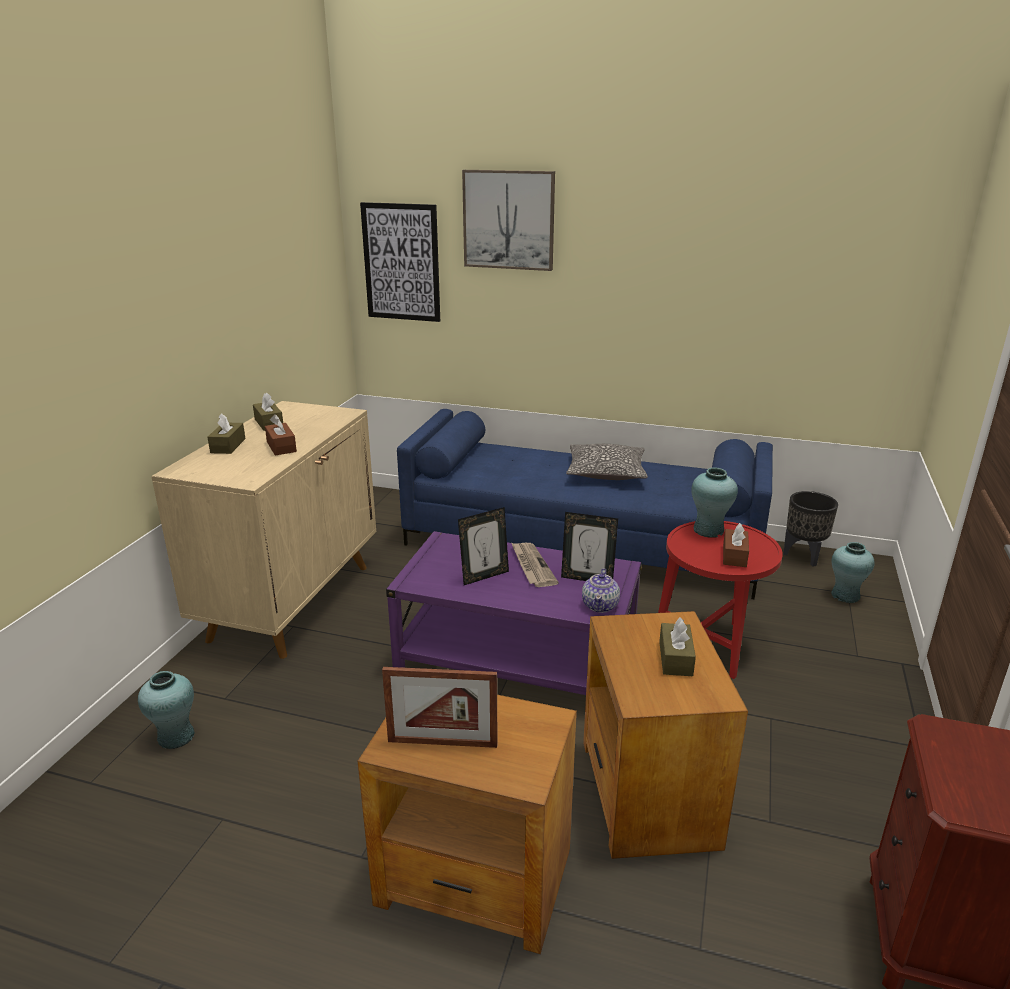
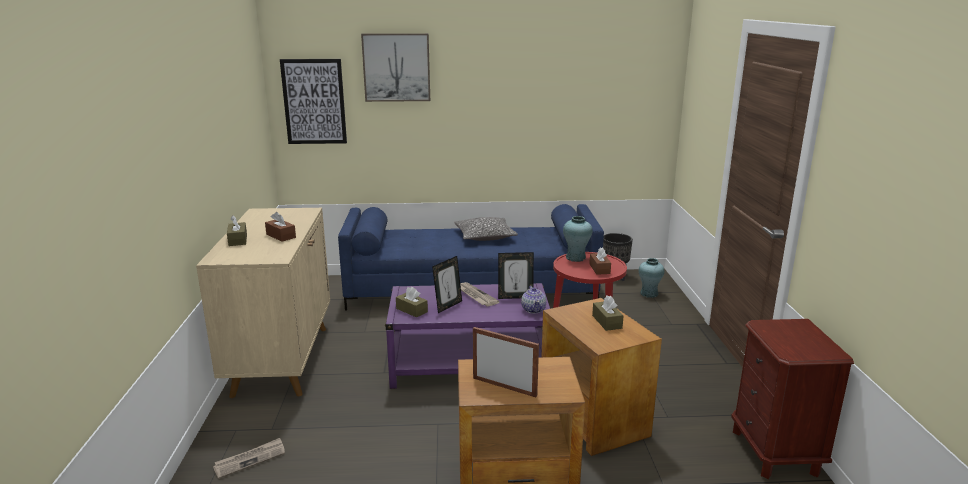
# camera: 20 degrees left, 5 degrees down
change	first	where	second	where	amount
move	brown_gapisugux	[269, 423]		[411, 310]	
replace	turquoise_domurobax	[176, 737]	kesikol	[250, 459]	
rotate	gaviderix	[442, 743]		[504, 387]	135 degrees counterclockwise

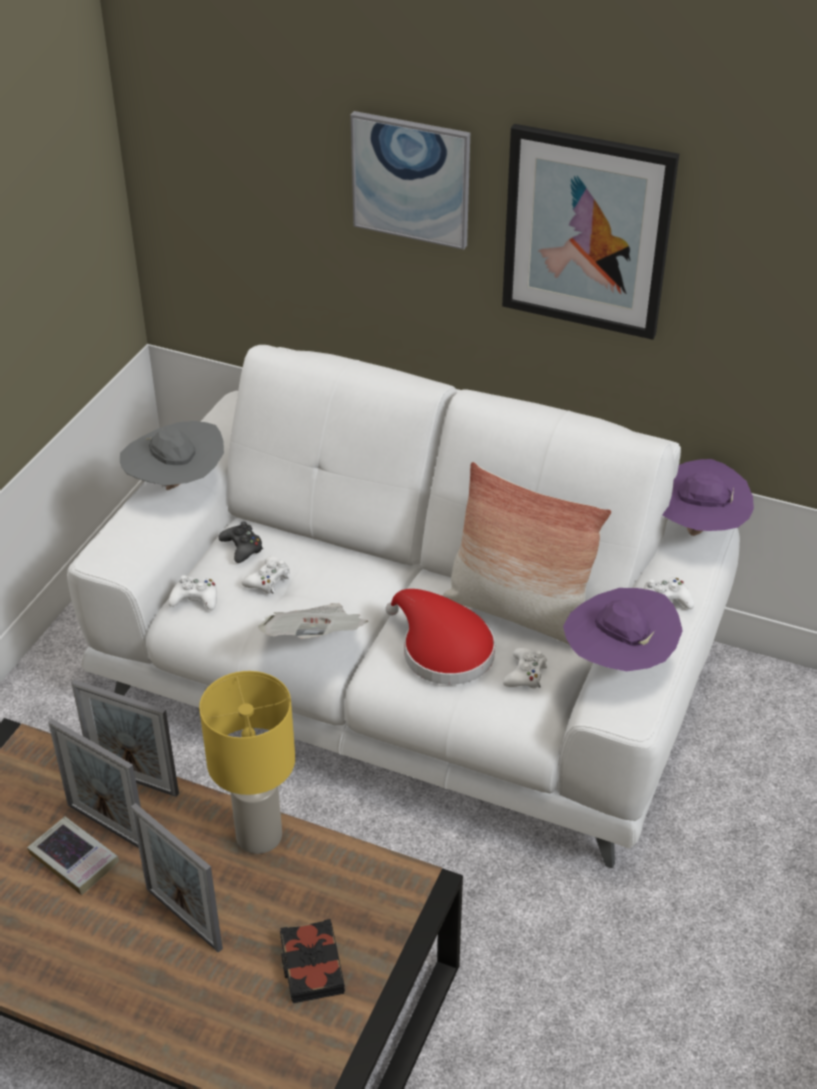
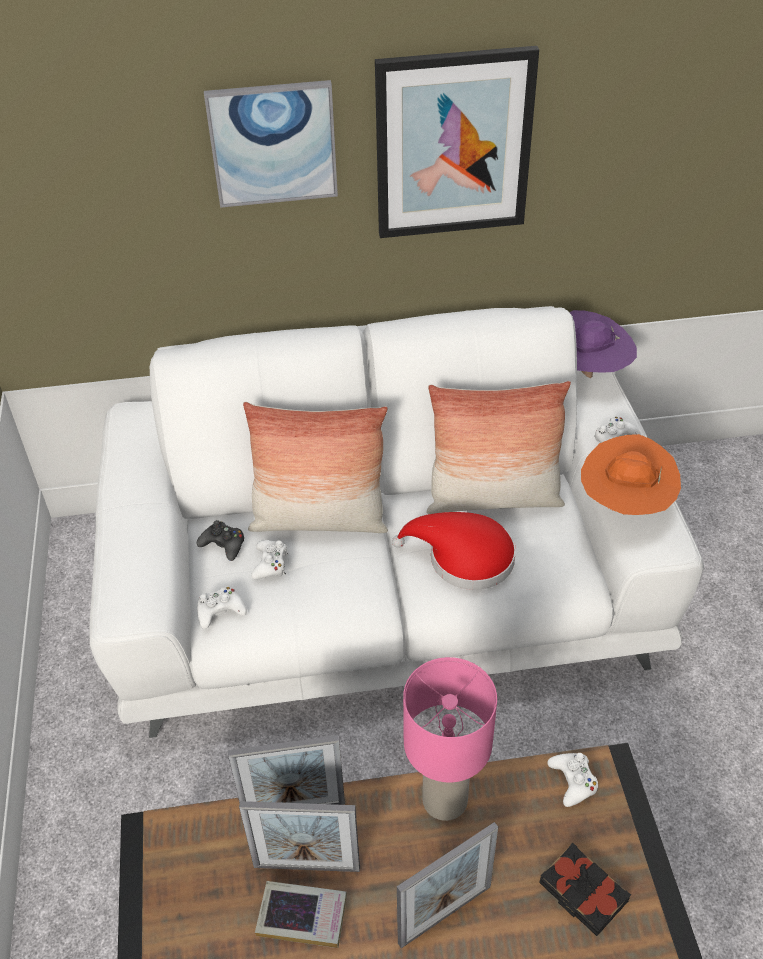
# camera: 30 degrees left, 5 degrees up
change	first	where	second	where	amount
delete	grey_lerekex	[176, 485]			
delete	kesikol	[315, 642]			
insert			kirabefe	[319, 519]	
move	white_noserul	[525, 674]		[573, 781]	
recolor	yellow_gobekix	[258, 835]	pink_gobekix	[443, 800]	
recolor	purple_lerekex	[617, 662]	orange_lerekex	[624, 505]	
rotate	gaviderix	[183, 918]		[445, 914]	45 degrees counterclockwise

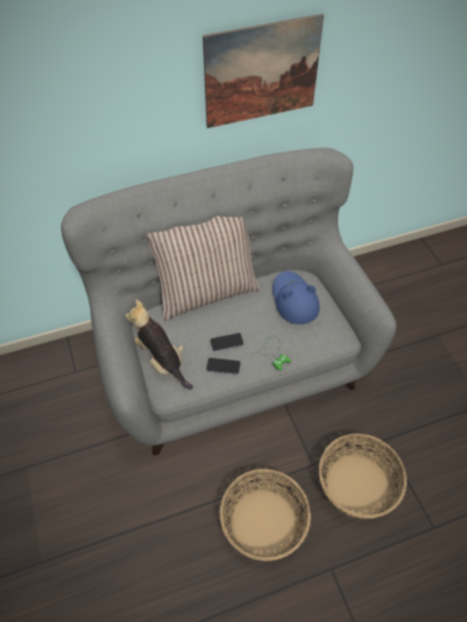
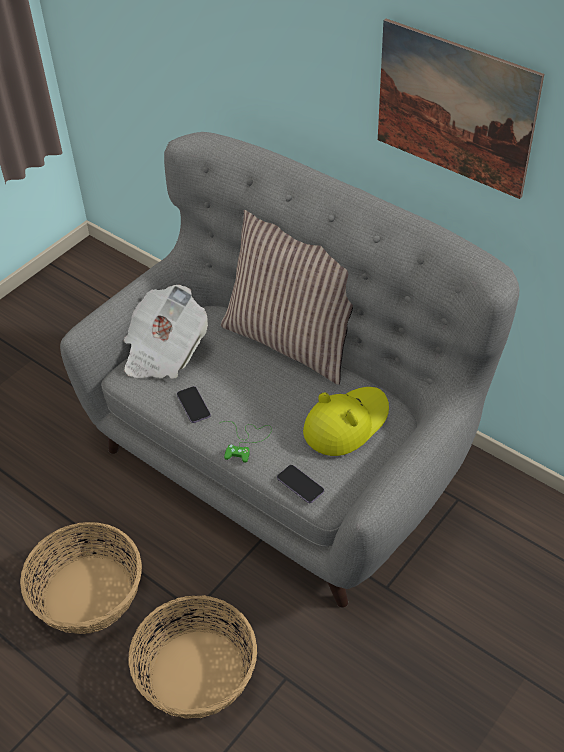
# camera: 60 degrees right, 5 degrees down
change	first	where	second	where	amount
move	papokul	[226, 342]		[300, 485]	
replace	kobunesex	[162, 360]	kesikol	[164, 351]	
recolor	blue_lerekex	[294, 300]	yellow_lerekex	[346, 423]	

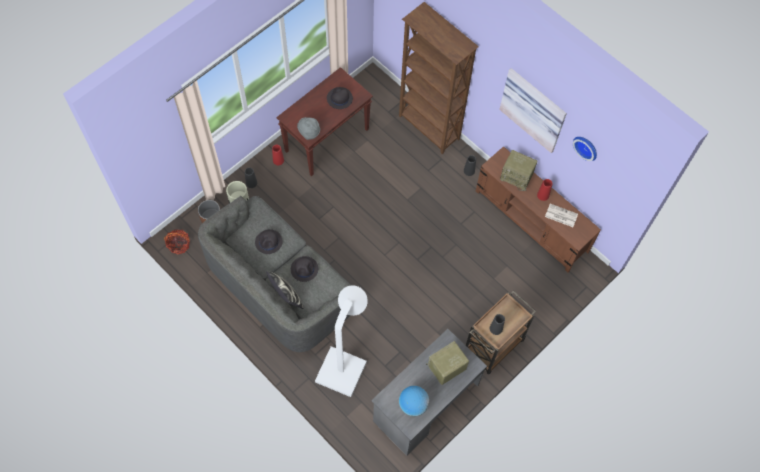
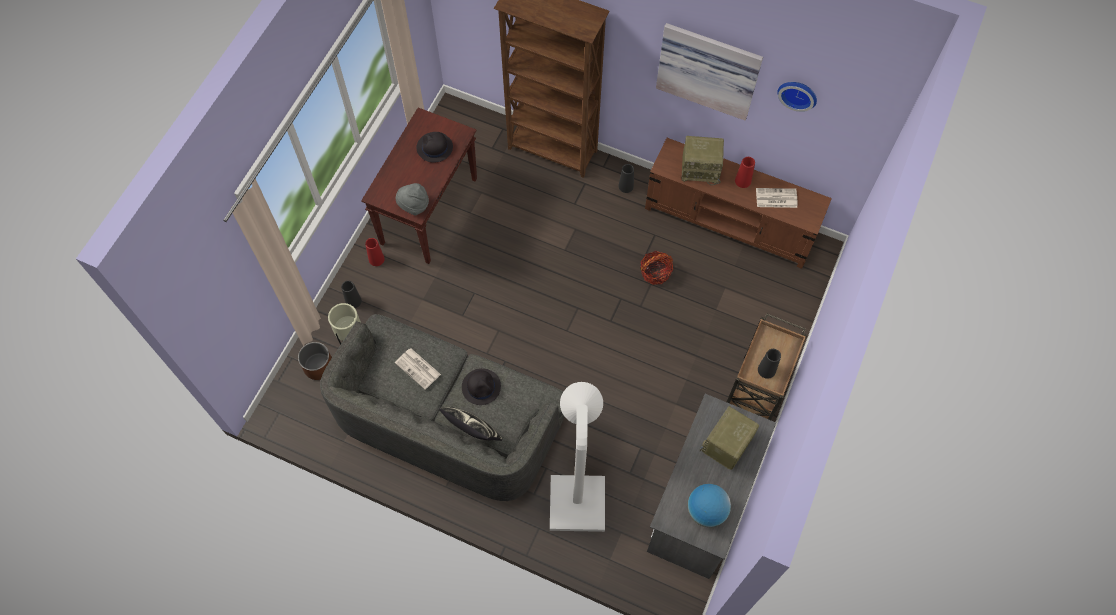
# camera: 20 degrees left, 0 degrees up
change	first	where	second	where	amount
move	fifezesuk	[179, 245]		[655, 272]	
replace	black_lerekex	[269, 242]	kesikol	[418, 369]	

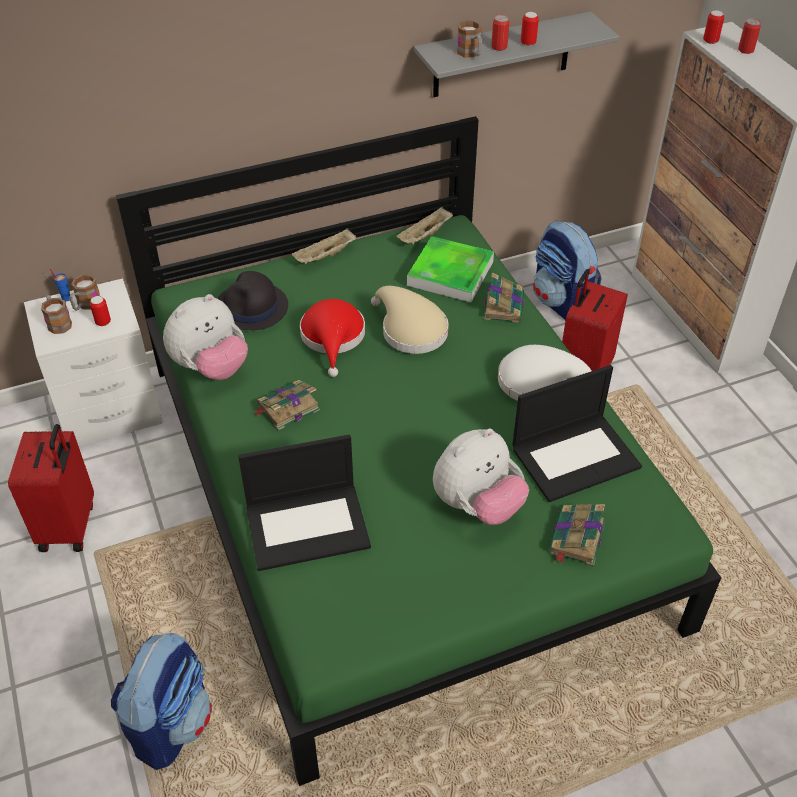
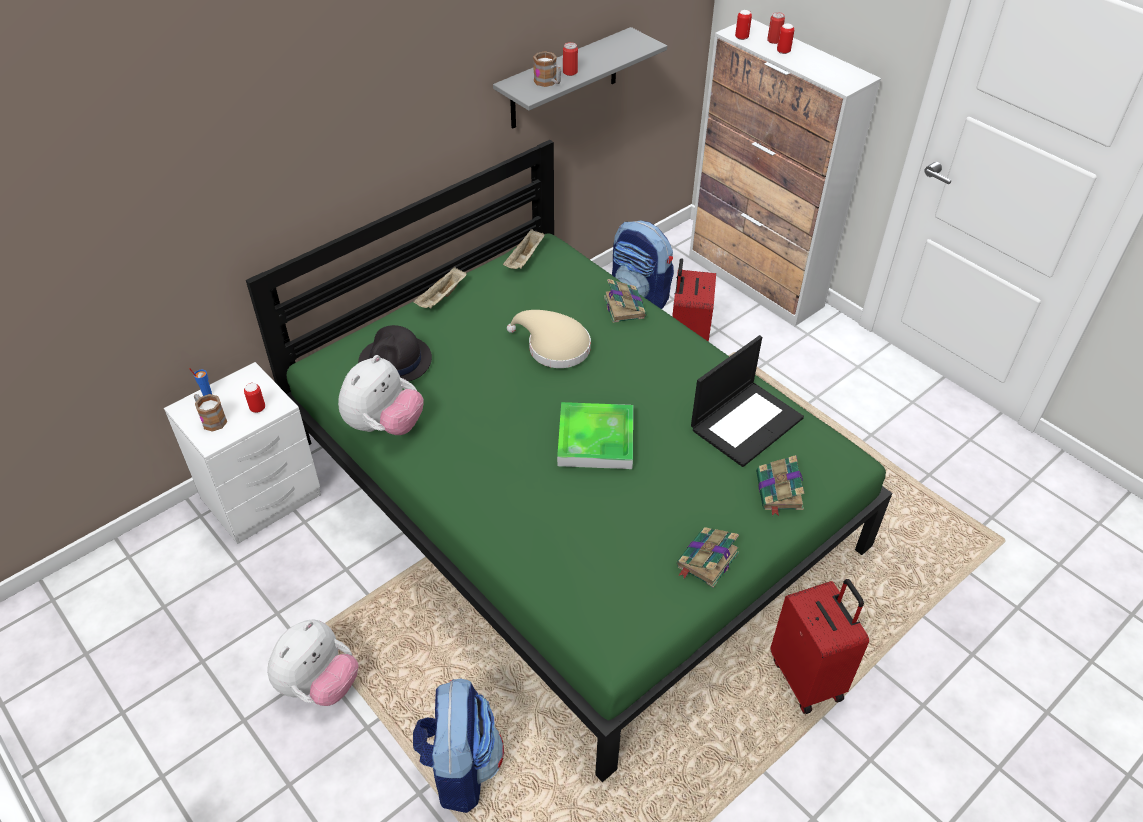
# camera: 20 degrees left, 0 degrees up
change	first	where	second	where	amount
delete	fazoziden	[86, 305]			
delete	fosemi	[308, 525]			
delete	red_lerekex	[333, 338]			
delete	white_lerekex	[538, 382]			
move	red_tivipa	[70, 526]		[808, 678]	
move	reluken	[287, 408]		[706, 561]	
move	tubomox	[450, 273]		[595, 439]	
move	kobunesex	[477, 505]		[319, 684]	
move	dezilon	[528, 43]		[783, 51]	

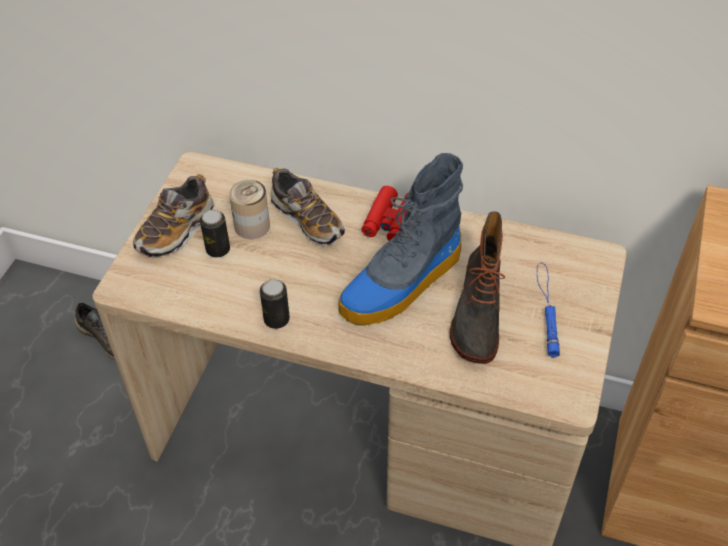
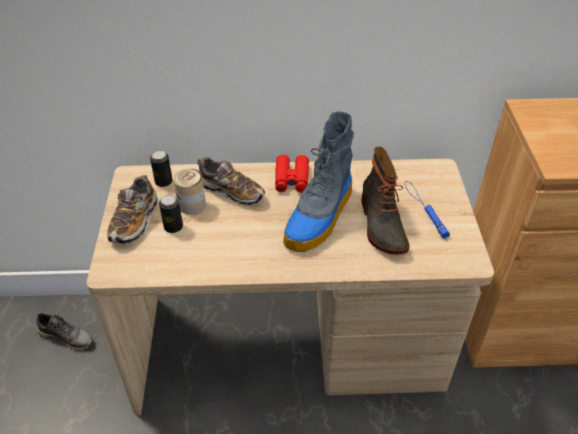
# camera: 20 degrees left, 5 degrees down
change	first	where	second	where	amount
move	dezilon	[276, 319]		[163, 182]	

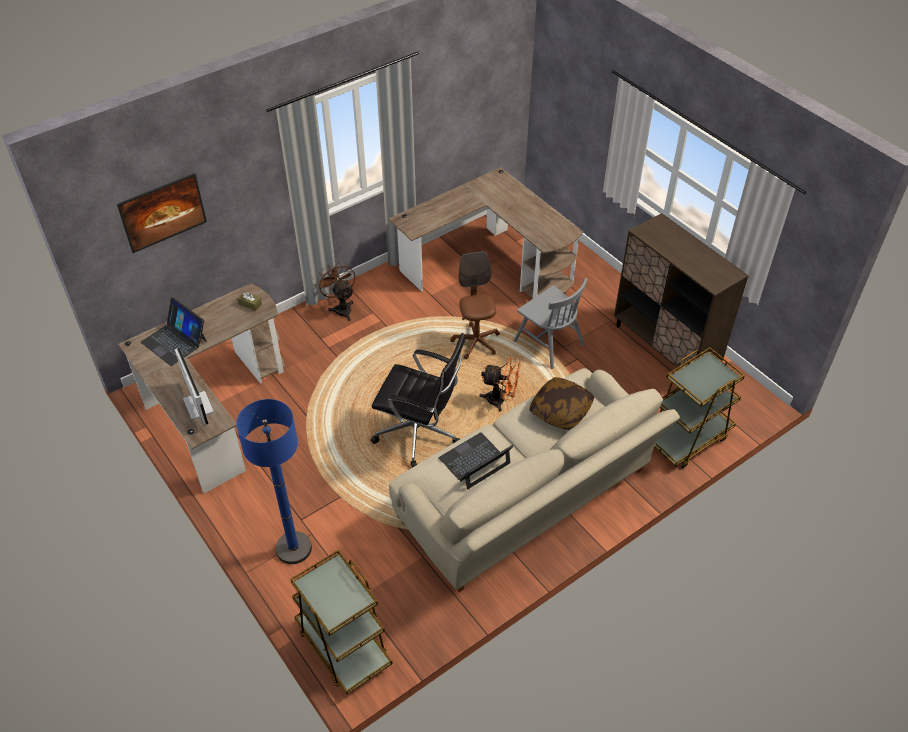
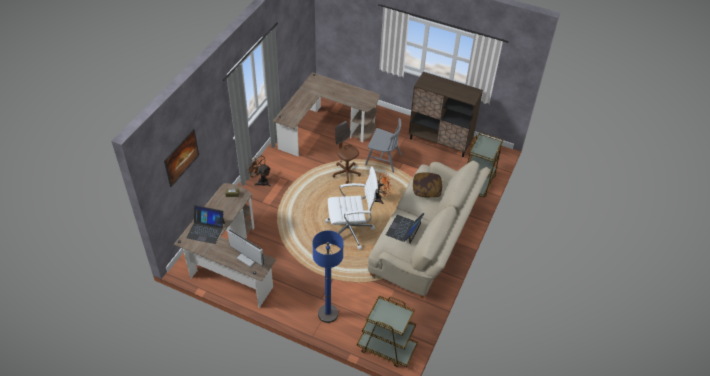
# camera: 30 degrees left, 0 degrees up
change	first	where	second	where	amount
recolor	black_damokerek	[420, 434]	white_damokerek	[350, 231]	

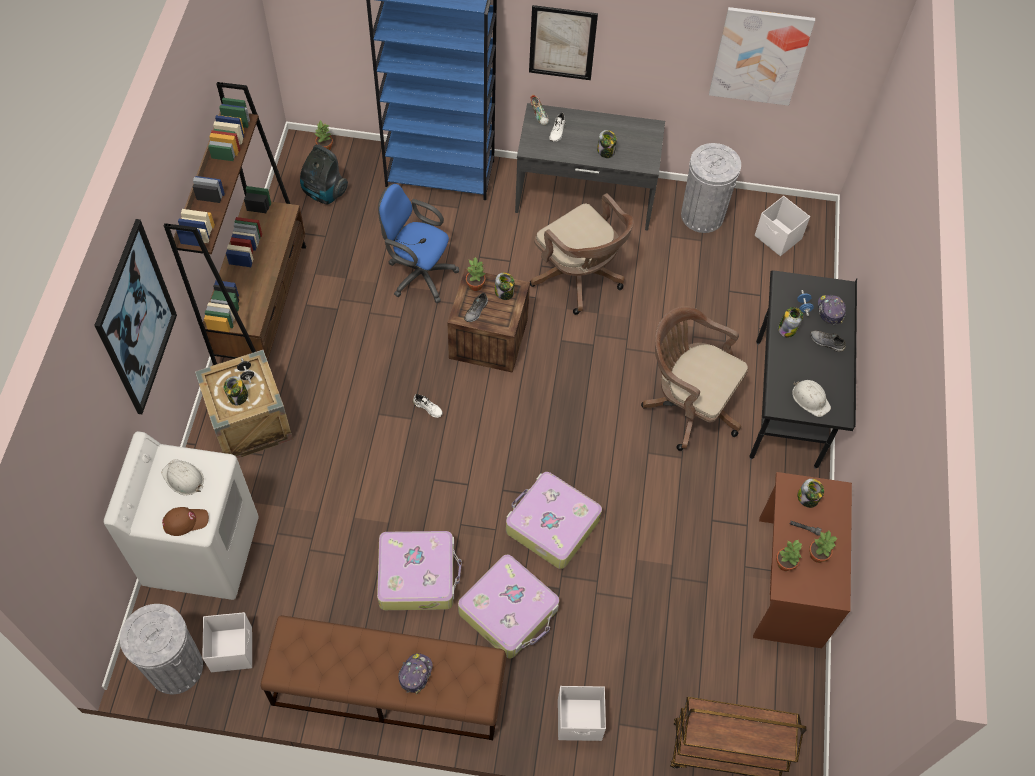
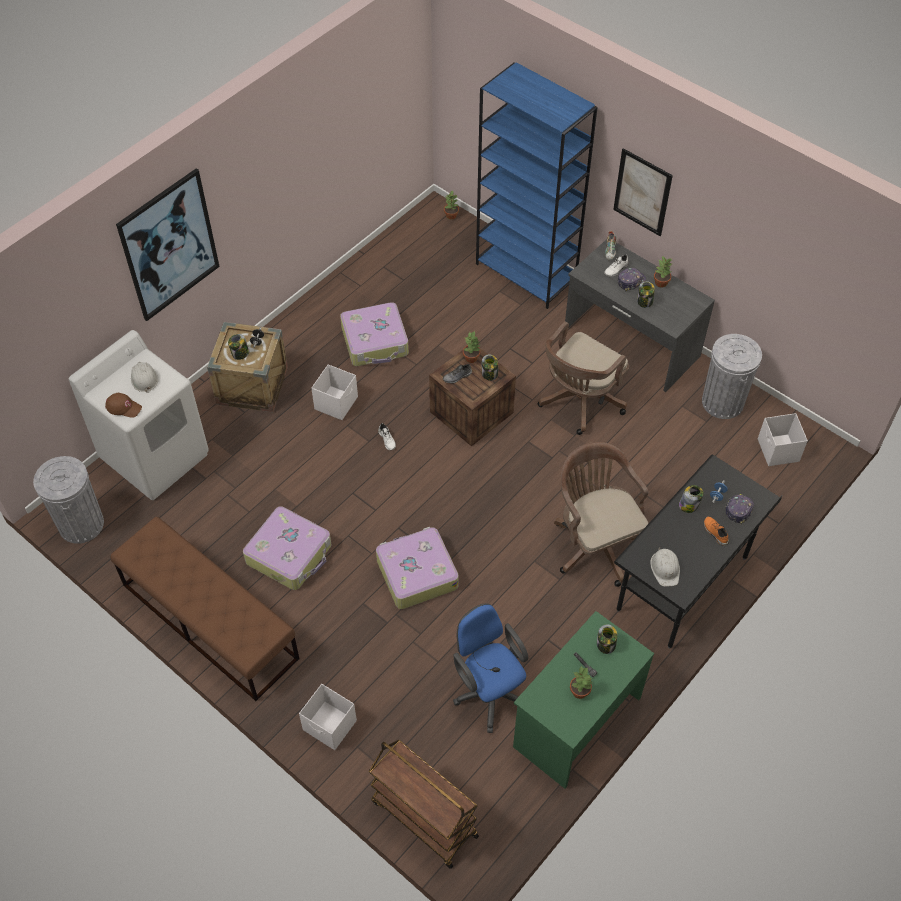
# camera: 35 degrees right, 5 degrees down
change	first	where	second	where	amount
delete	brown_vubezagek	[262, 306]			
delete	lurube	[324, 193]			
delete	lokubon	[759, 56]			
move	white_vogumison	[232, 649]		[336, 403]	
move	blue_damokerek	[418, 274]		[489, 691]	
move	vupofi	[415, 674]		[630, 281]	
move	tivipa	[509, 611]		[375, 342]	
move	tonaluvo	[785, 564]		[661, 283]	
recolor	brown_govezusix	[787, 581]	green_govezusix	[576, 721]	
recolor	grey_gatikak	[826, 343]	orange_gatikak	[715, 533]	
rotate	brown_damokerek	[579, 279]		[579, 402]	45 degrees clockwise

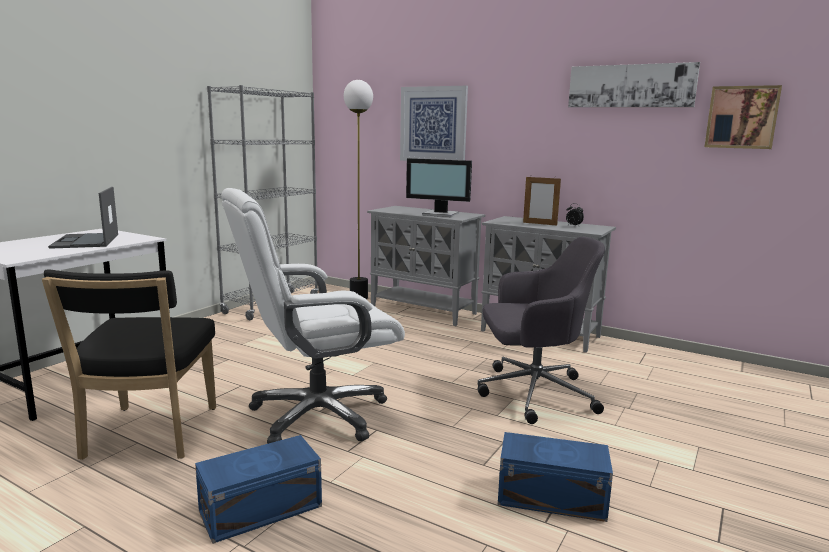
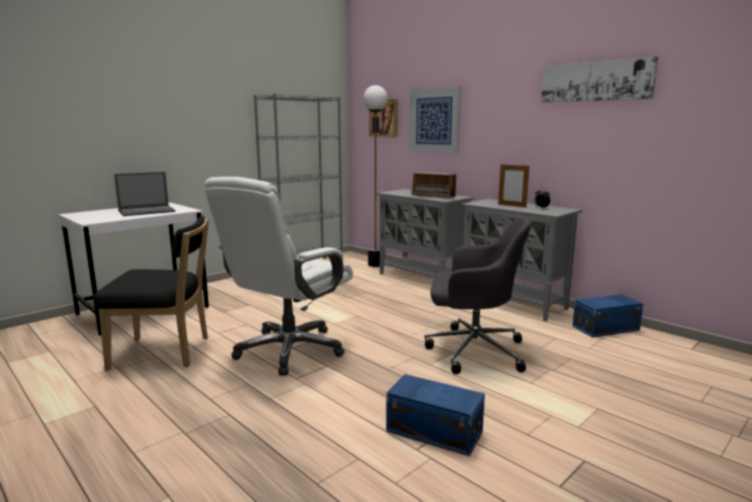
# camera: 15 degrees right, 0 degrees up
change	first	where	second	where	amount
move	blue_vogumison	[263, 509]		[607, 328]	
move	lokubon	[742, 117]		[384, 118]	
replace	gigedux	[440, 214]	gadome	[434, 196]	
rotate	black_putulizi	[148, 436]		[165, 353]	105 degrees counterclockwise
rotate	fosemi	[86, 241]		[147, 211]	120 degrees counterclockwise
rotate	white_damokerek	[317, 415]		[289, 350]	45 degrees counterclockwise

